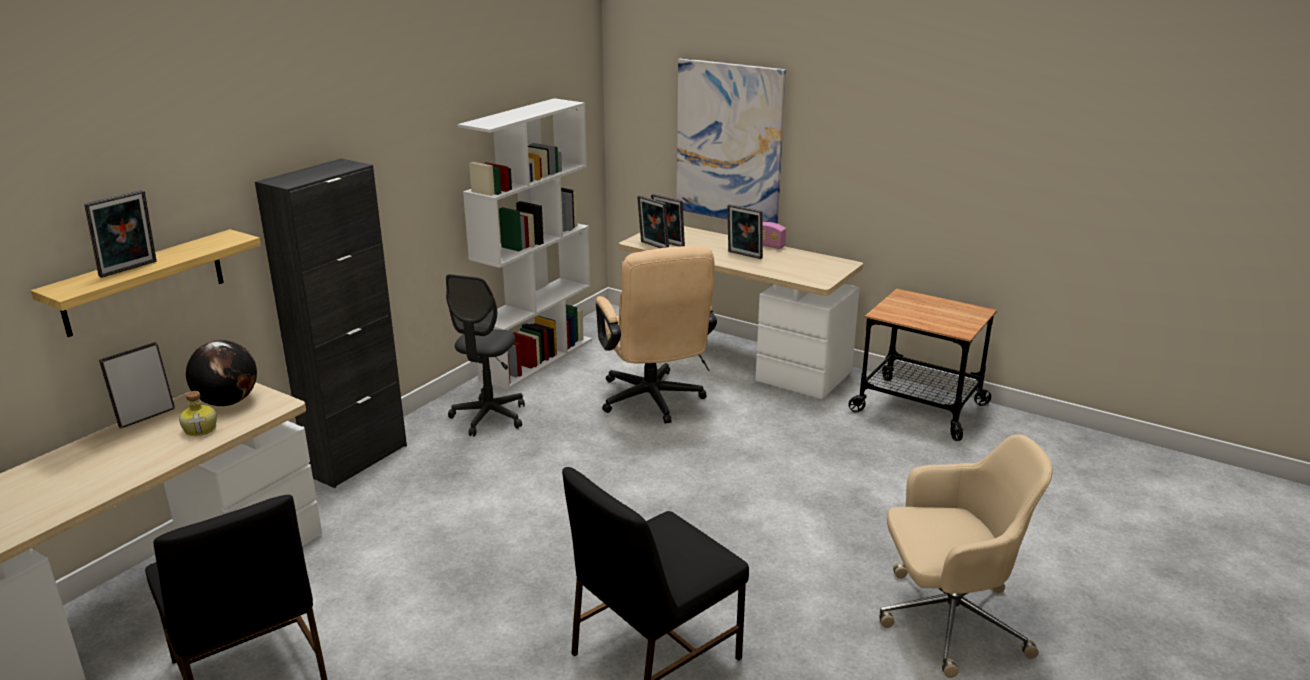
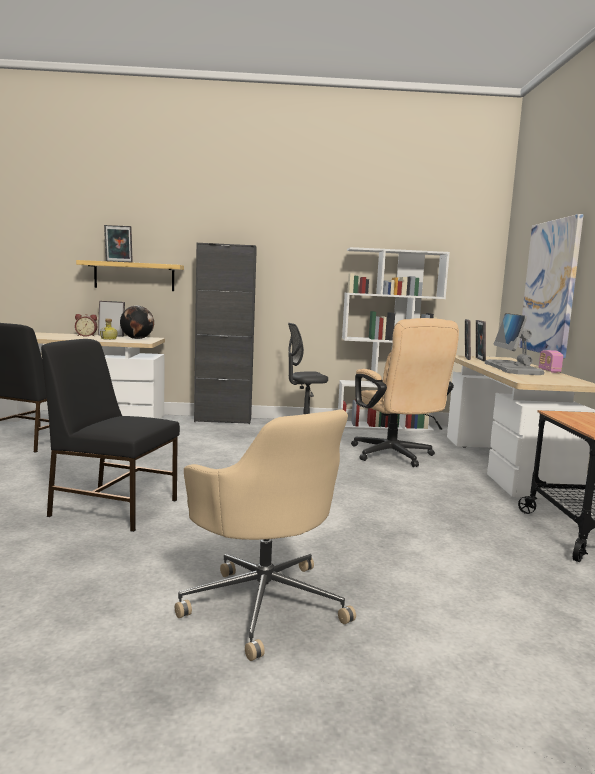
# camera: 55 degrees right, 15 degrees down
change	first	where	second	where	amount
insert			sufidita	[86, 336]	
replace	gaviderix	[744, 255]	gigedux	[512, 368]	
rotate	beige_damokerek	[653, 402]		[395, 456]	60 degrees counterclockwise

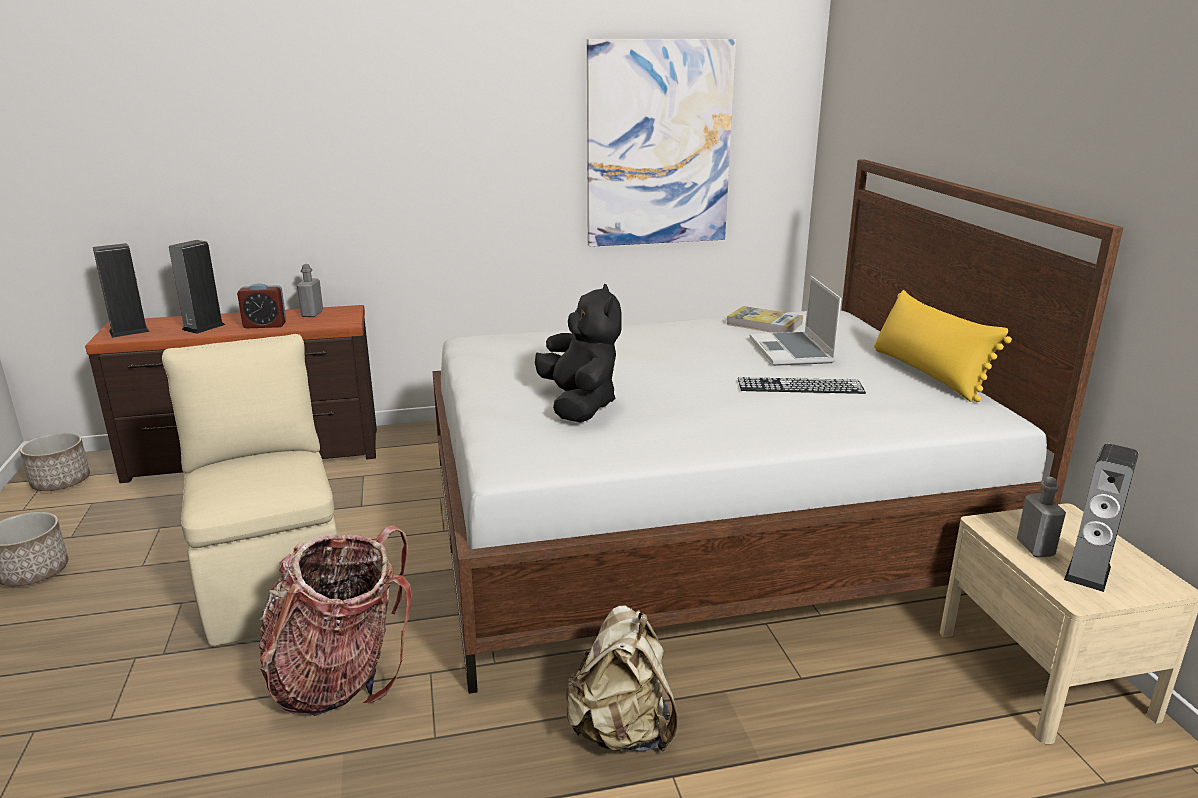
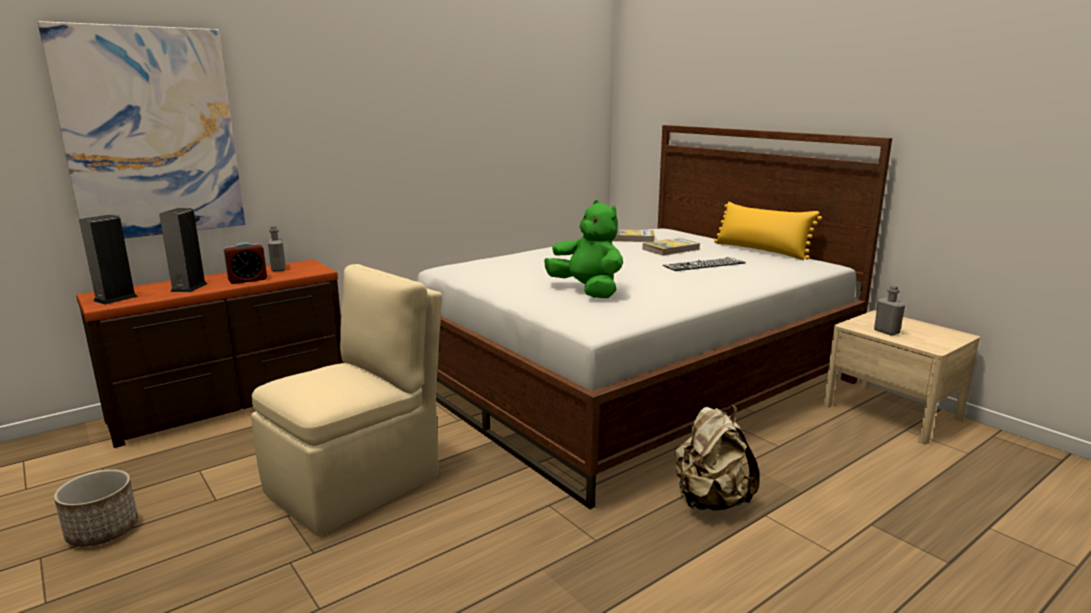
# camera: 25 degrees left, 5 degrees down
change	first	where	second	where	amount
delete	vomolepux	[61, 482]			
delete	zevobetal	[340, 676]			
delete	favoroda	[1087, 573]			
move	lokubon	[658, 144]		[151, 133]	
replace	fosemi	[792, 351]	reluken	[671, 249]	
recolor	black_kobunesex	[579, 405]	green_kobunesex	[587, 291]	
rotate	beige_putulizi	[274, 583]		[357, 482]	90 degrees clockwise

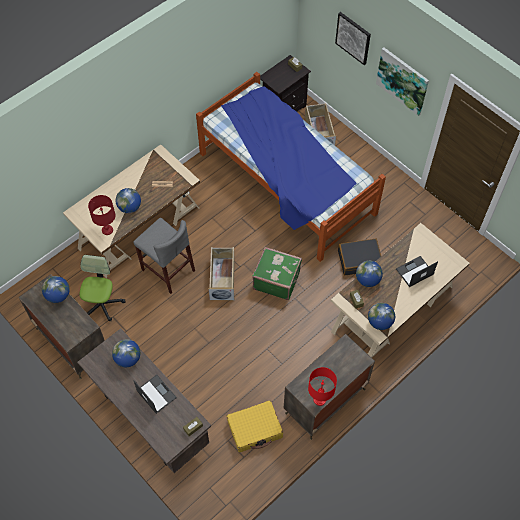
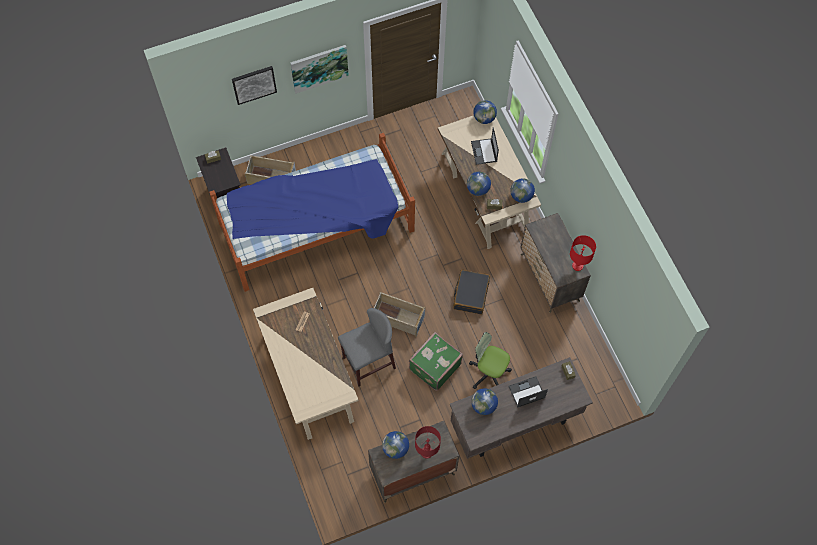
# camera: 70 degrees left, 5 degrees up
change	first	where	second	where	amount
delete	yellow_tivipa	[255, 429]			
move	damokerek	[102, 304]		[489, 373]	
move	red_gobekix	[107, 230]		[426, 452]	
move	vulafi	[129, 207]		[484, 118]	
move	green_tivipa	[276, 280]		[434, 366]	
move	black_tivipa	[359, 260]		[470, 294]	

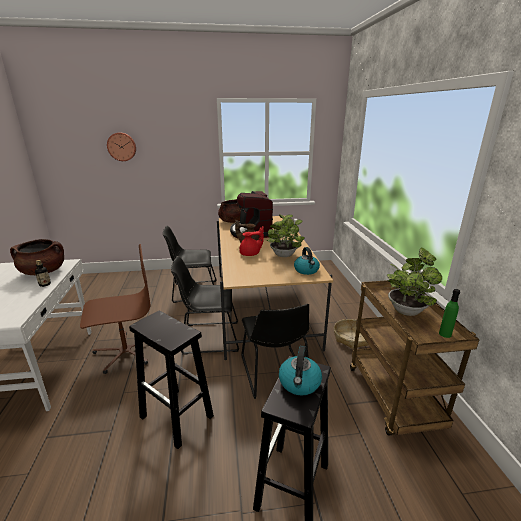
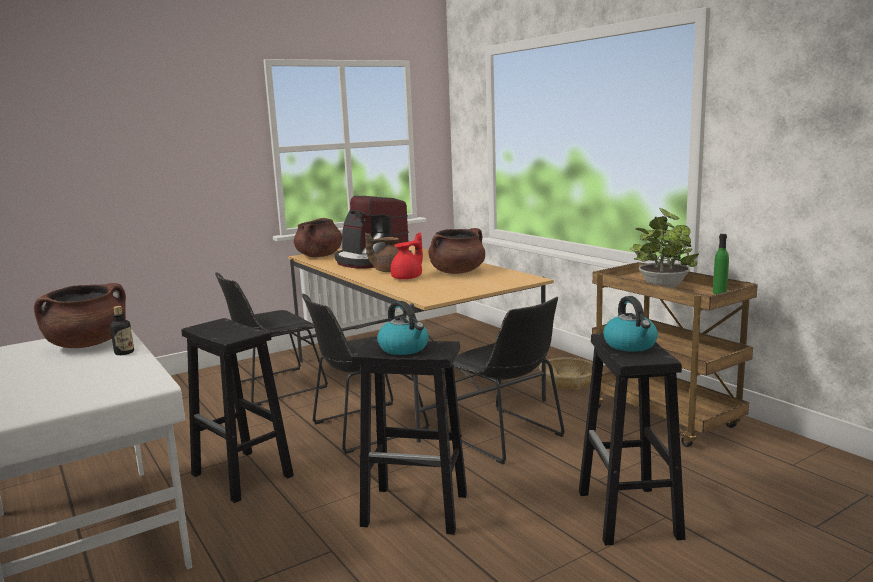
# camera: 25 degrees left, 10 degrees down
change	first	where	second	where	amount
delete	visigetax	[122, 146]			
move	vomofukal	[306, 270]		[404, 348]	
replace	brown_damokerek	[125, 352]	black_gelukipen	[243, 476]	
replace	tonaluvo	[284, 256]	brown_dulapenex	[457, 272]	

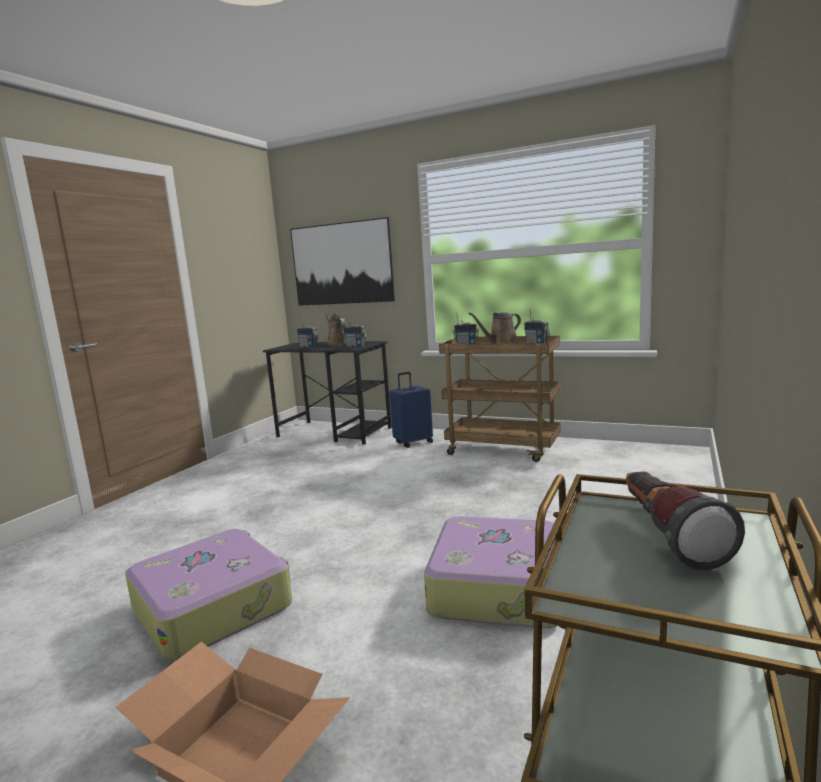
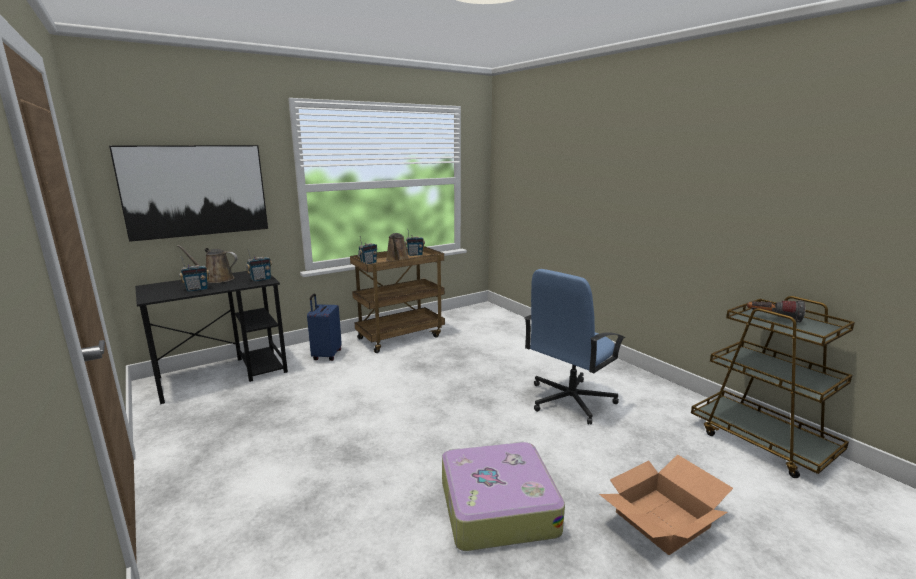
# camera: 60 degrees left, 5 degrees up
change	first	where	second	where	amount
replace	tivipa	[499, 587]	blue_damokerek	[569, 400]	

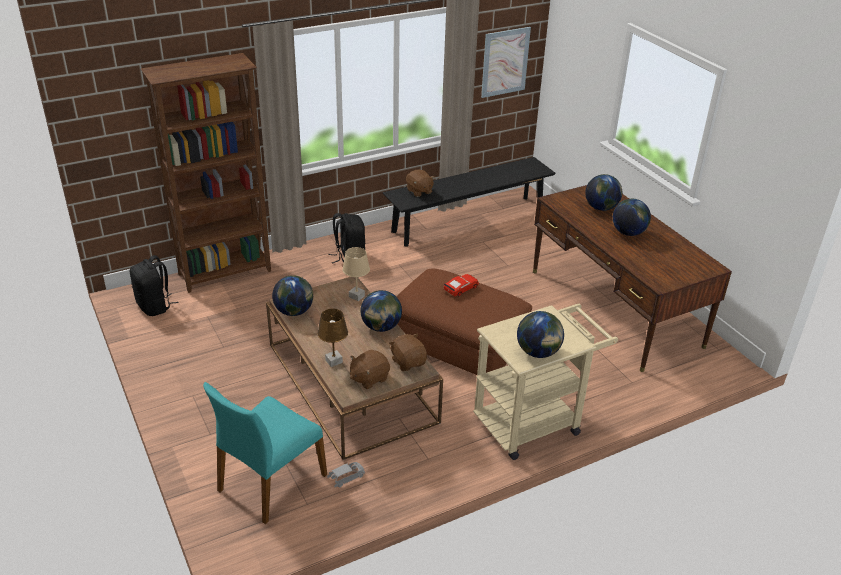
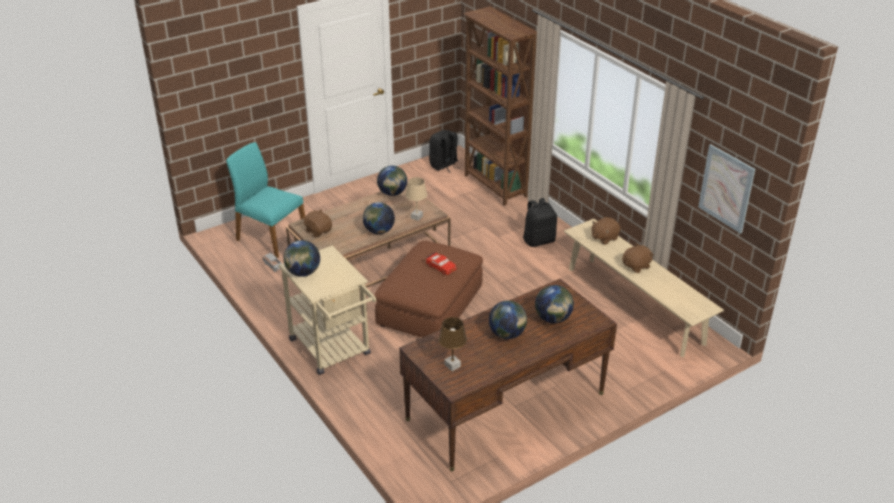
# camera: 85 degrees right, 0 degrees up
change	first	where	second	where	amount
move	brown_gobekix	[334, 361]		[452, 365]	
move	brown_kobunesex	[408, 362]		[636, 266]	
recolor	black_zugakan	[468, 220]	beige_zugakan	[634, 305]	

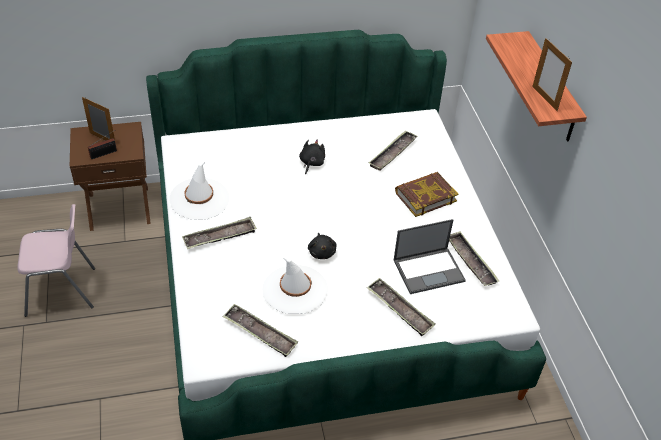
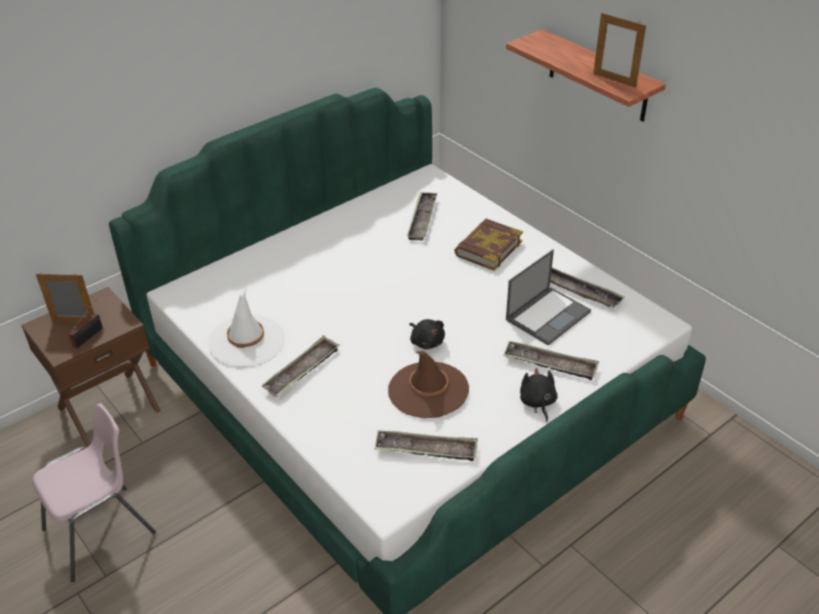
# camera: 25 degrees left, 5 degrees down
change	first	where	second	where	amount
move	black_kobunesex	[311, 163]		[537, 402]	
recolor	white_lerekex	[295, 289]	brown_lerekex	[428, 390]	

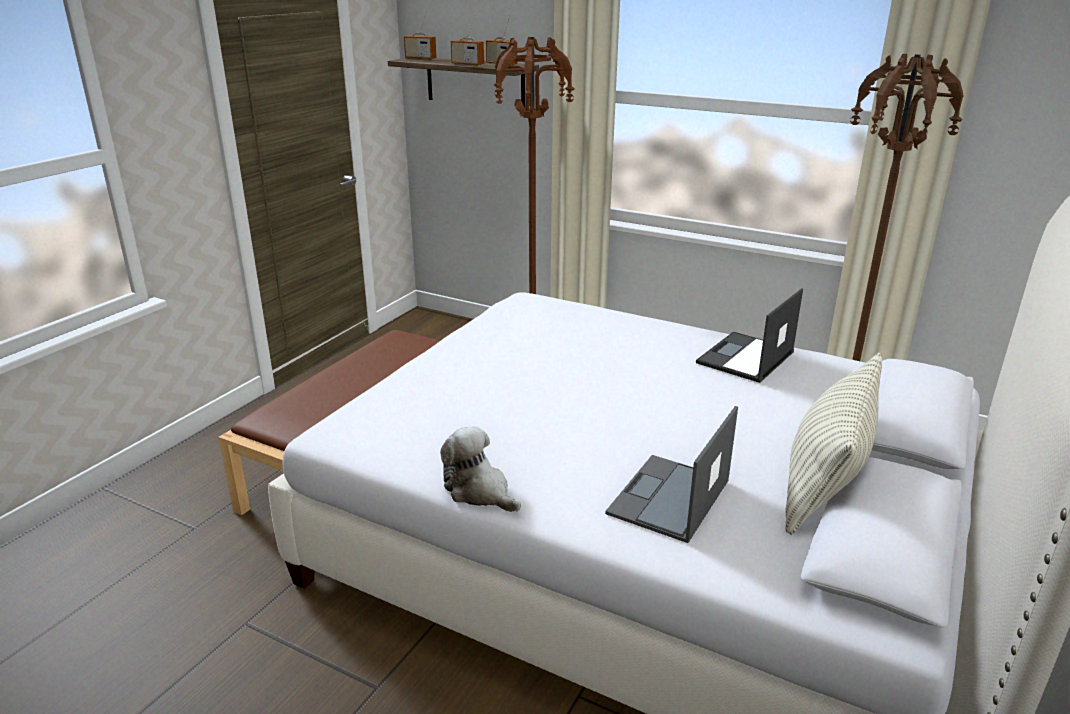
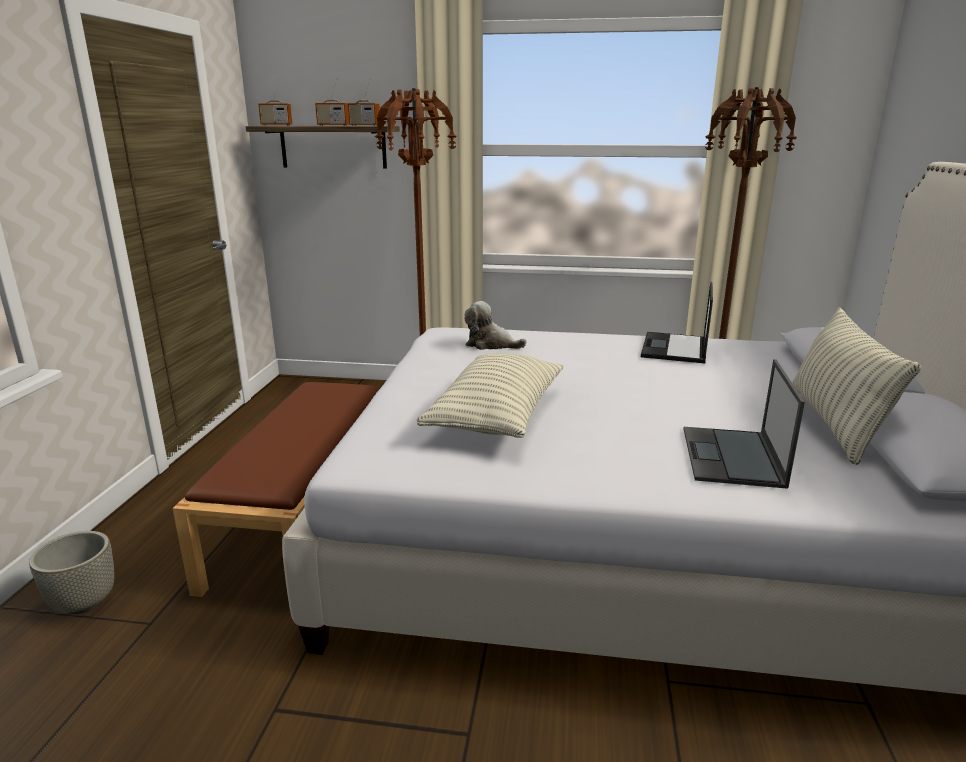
# camera: 20 degrees left, 5 degrees down
change	first	where	second	where	amount
insert			grey_vomolepux	[84, 603]	
insert			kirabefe	[496, 416]	
move	kobunesex	[480, 491]		[490, 344]	

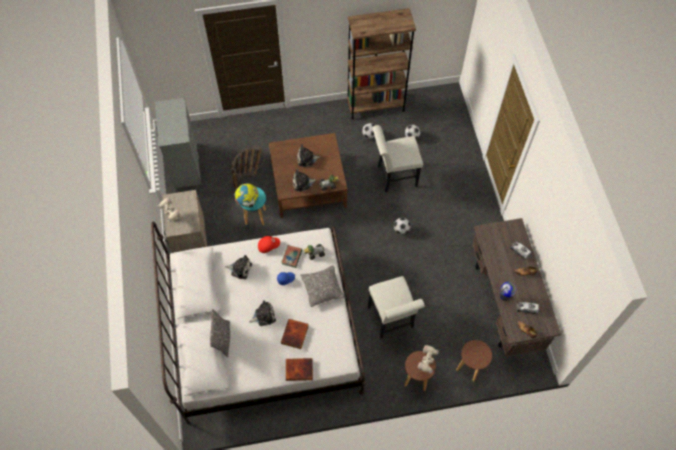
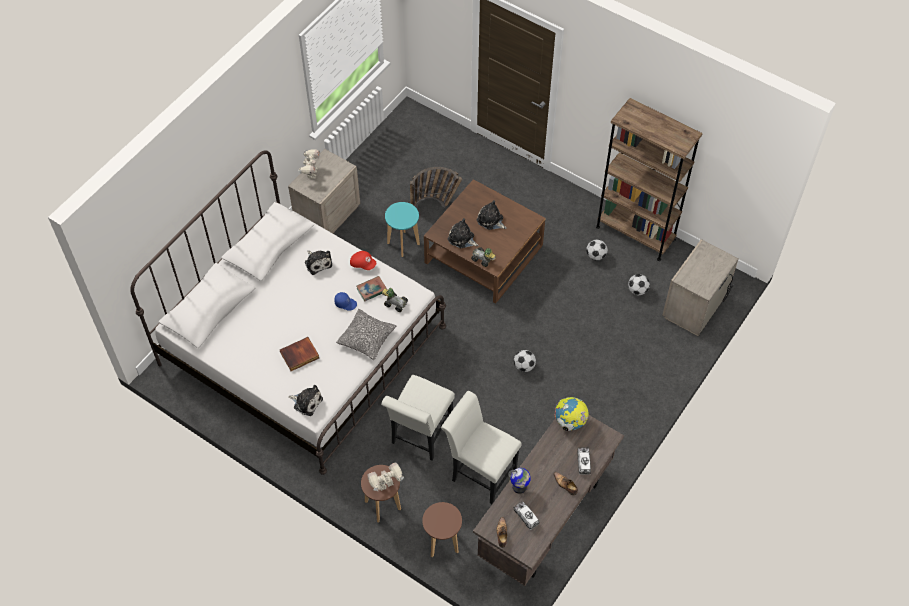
# camera: 45 degrees right, 5 degrees down
change	first	where	second	where	amount
delete	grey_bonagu	[186, 164]			
delete	kirabefe	[223, 339]			
delete	reluken	[299, 369]			
insert			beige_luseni	[695, 307]	
move	vulafi	[248, 201]		[570, 421]	
move	kobunesex	[264, 316]		[306, 402]	
move	white_putulizi	[394, 176]		[480, 472]	

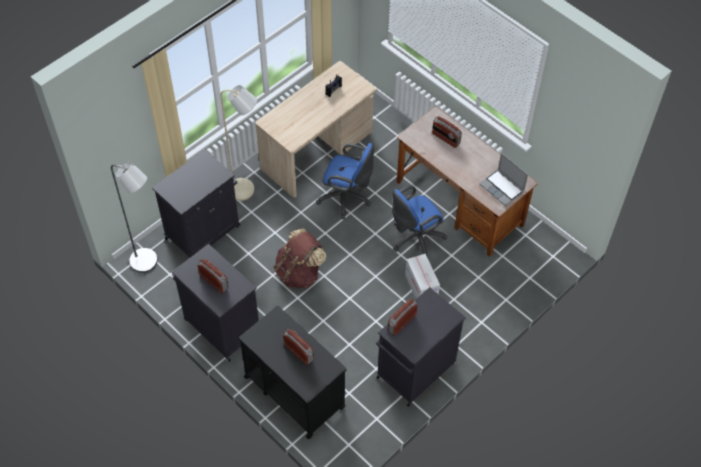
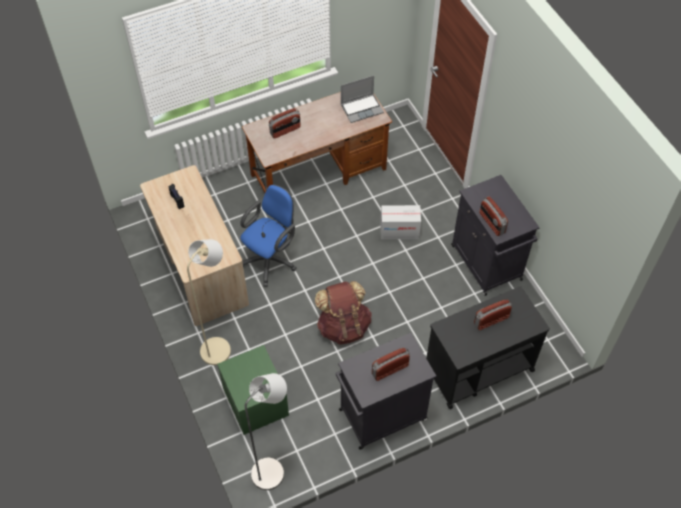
# camera: 70 degrees left, 0 degrees up
change	first	where	second	where	amount
delete	blue_damokerek	[414, 239]			
replace	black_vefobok	[204, 231]	green_luseni	[254, 402]	

